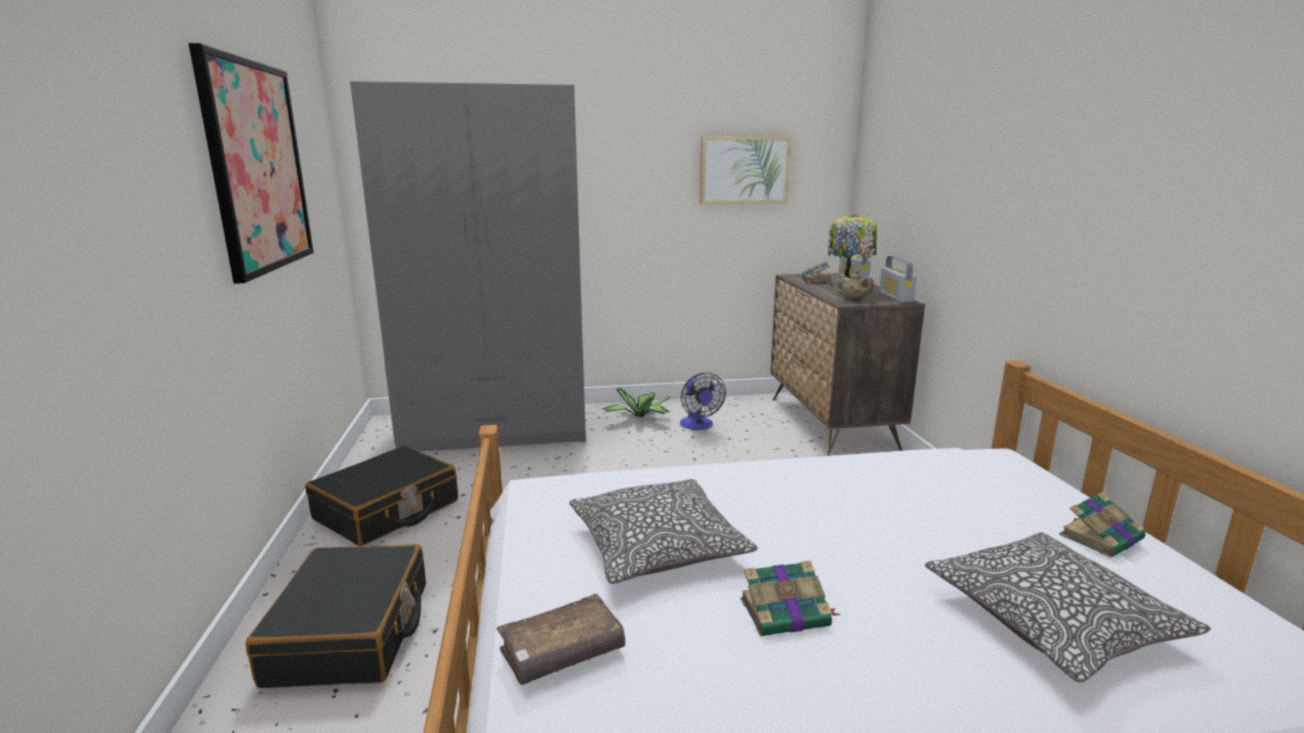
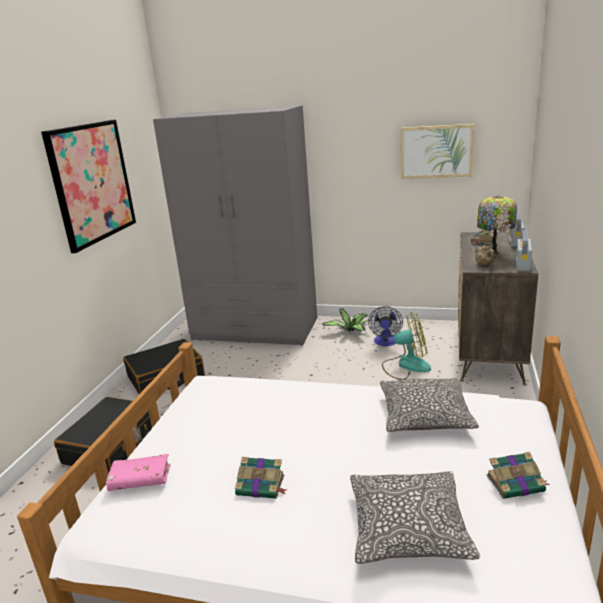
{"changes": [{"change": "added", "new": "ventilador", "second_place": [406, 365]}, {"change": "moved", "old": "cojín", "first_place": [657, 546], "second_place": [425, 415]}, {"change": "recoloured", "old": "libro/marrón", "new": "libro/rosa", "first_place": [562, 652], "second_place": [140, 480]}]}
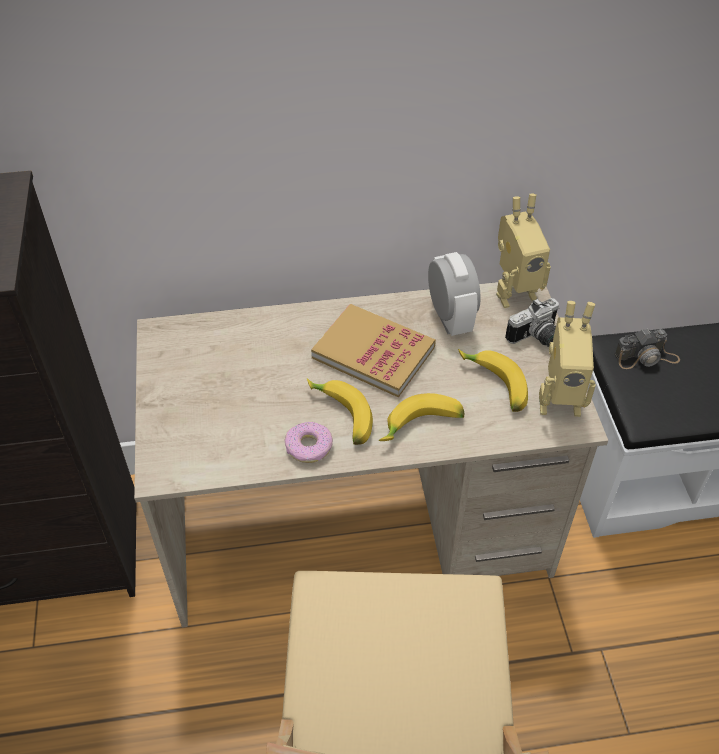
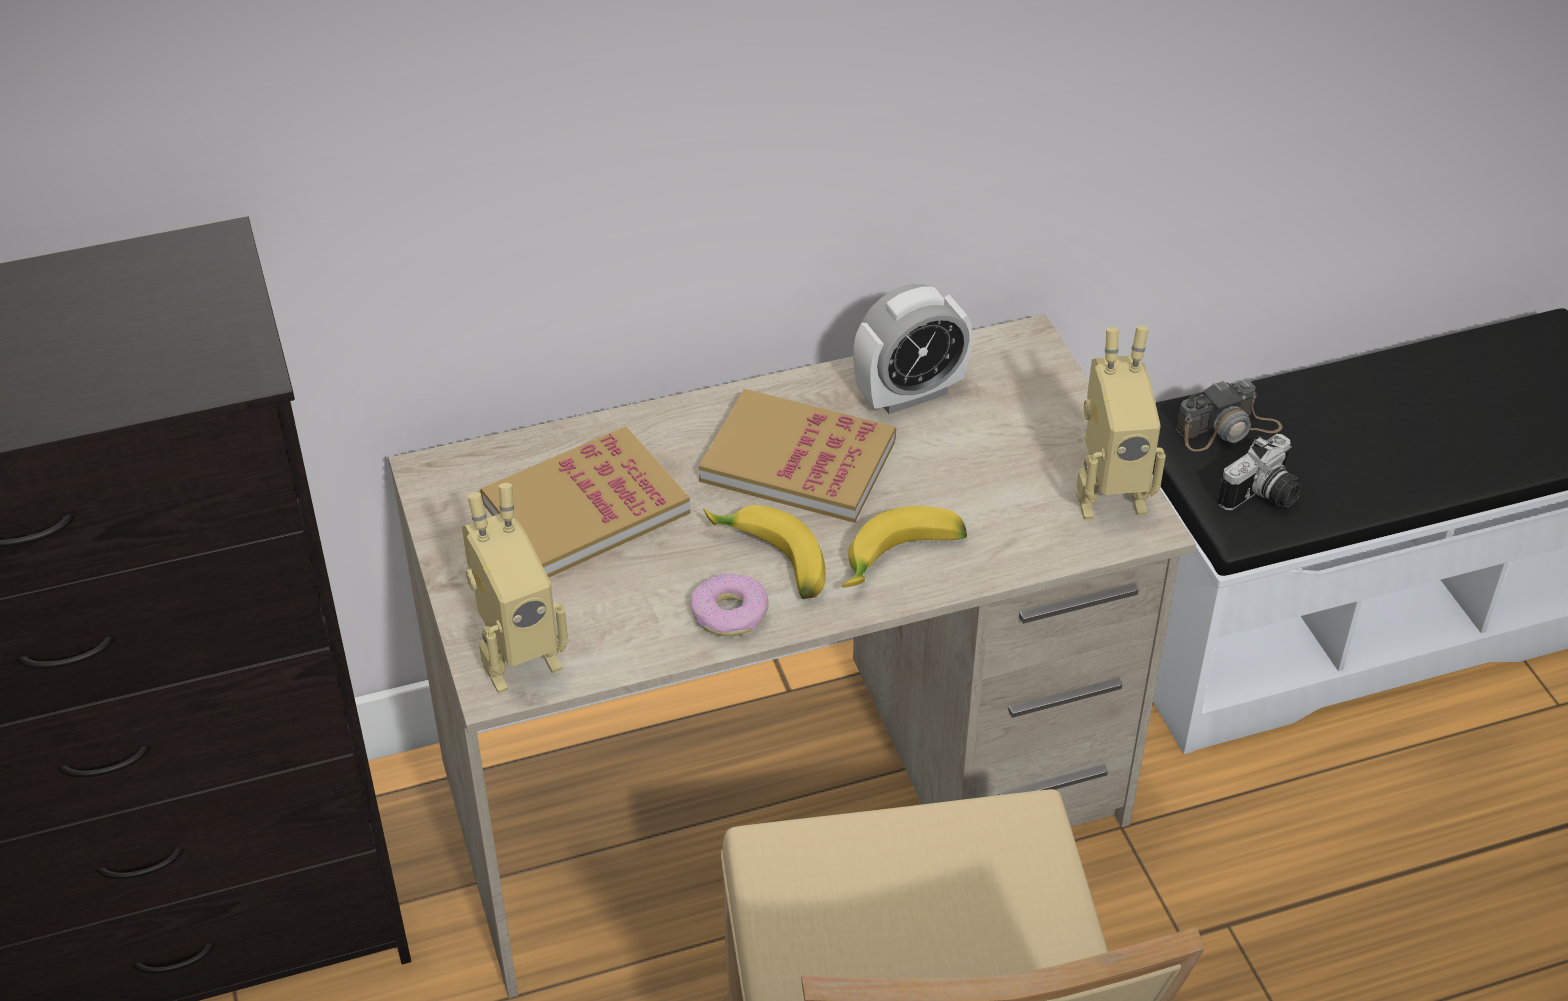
{"changes": [{"change": "removed", "old": "plátano", "first_place": [493, 386]}, {"change": "added", "new": "libro", "second_place": [585, 508]}, {"change": "moved", "old": "robot de juguete", "first_place": [513, 292], "second_place": [517, 658]}, {"change": "moved", "old": "cámara", "first_place": [536, 338], "second_place": [1263, 497]}, {"change": "turned", "old": "despertador", "first_place": [450, 318], "second_place": [910, 394], "degrees": 90}]}
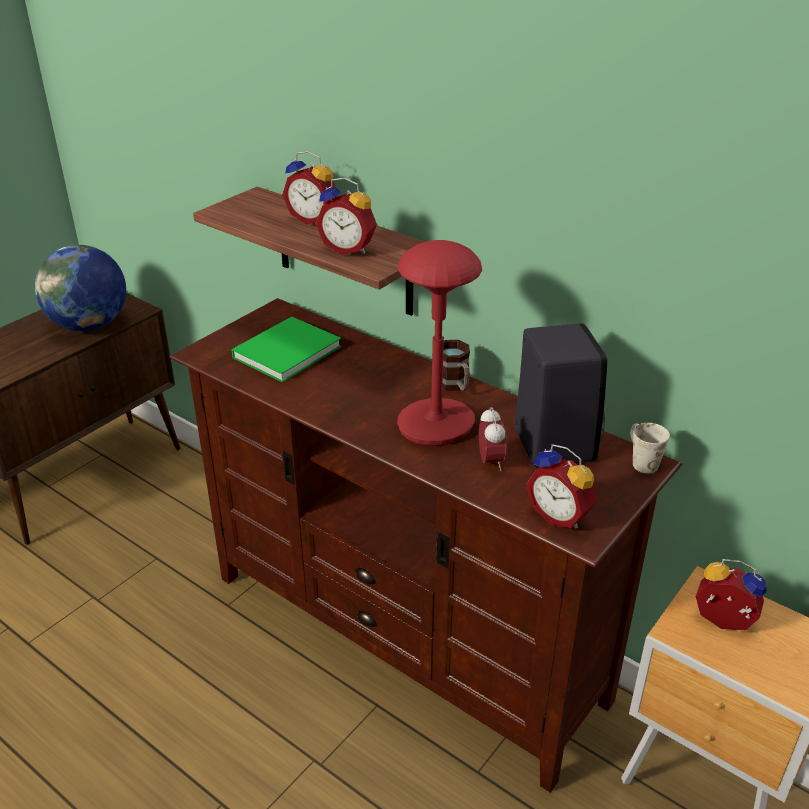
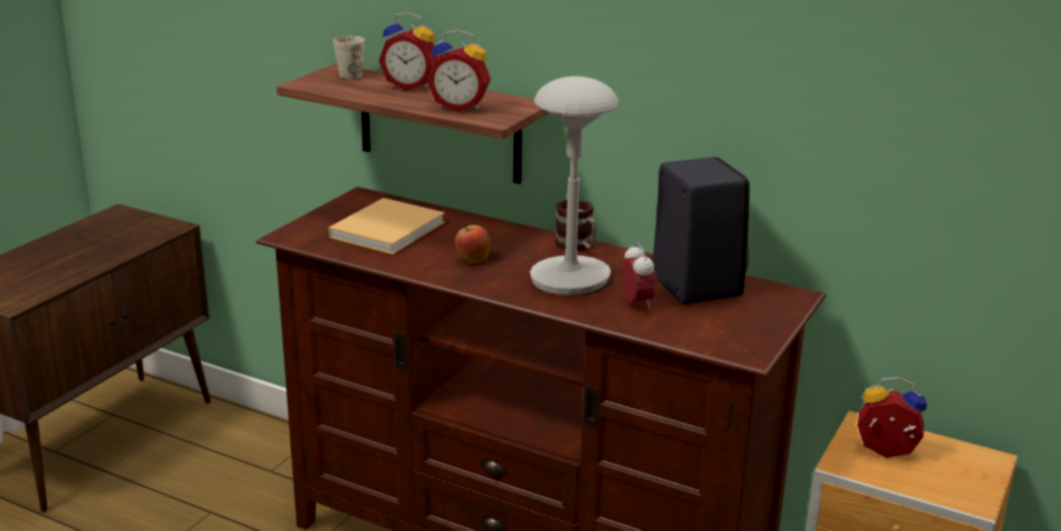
{"changes": [{"change": "removed", "old": "globo terráqueo", "first_place": [89, 325]}, {"change": "removed", "old": "despertador", "first_place": [560, 515]}, {"change": "added", "new": "manzana", "second_place": [472, 260]}, {"change": "moved", "old": "taza grande/blanco", "first_place": [640, 460], "second_place": [347, 74]}, {"change": "recoloured", "old": "libro/verde", "new": "libro/beis", "first_place": [289, 351], "second_place": [389, 229]}, {"change": "recoloured", "old": "lámpara de mesa/rojo", "new": "lámpara de mesa/gris", "first_place": [436, 425], "second_place": [570, 279]}]}
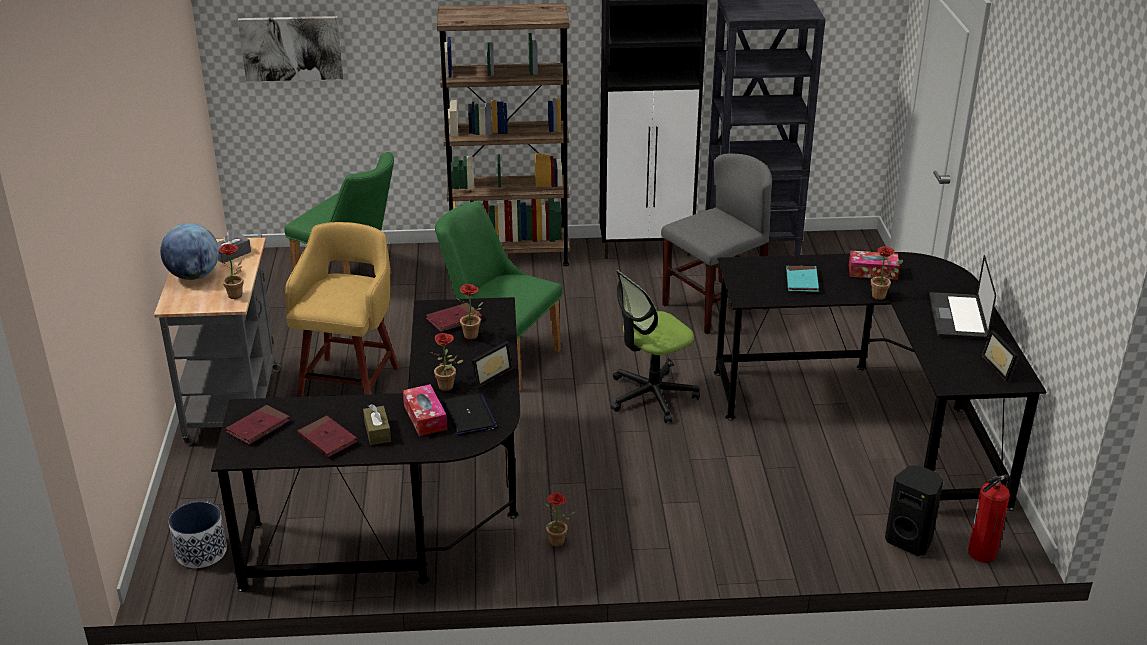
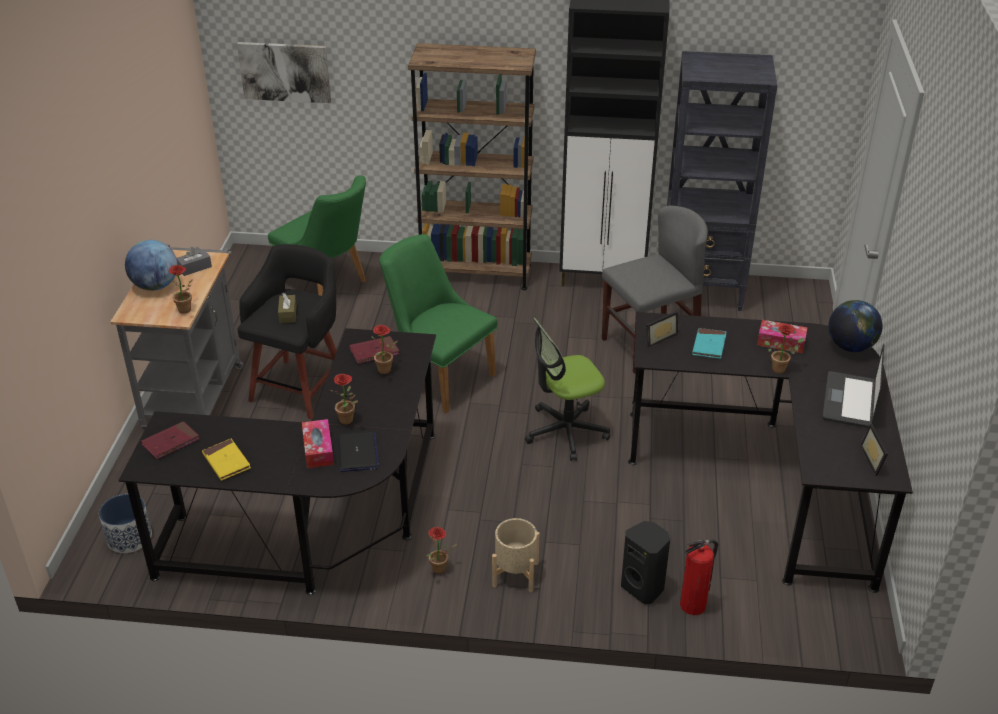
{"changes": [{"change": "added", "new": "maceta/beis", "second_place": [515, 574]}, {"change": "added", "new": "globo terráqueo", "second_place": [850, 347]}, {"change": "moved", "old": "caja de pañuelos/marrón", "first_place": [377, 432], "second_place": [288, 314]}, {"change": "moved", "old": "portarretratos", "first_place": [489, 374], "second_place": [658, 337]}, {"change": "moved", "old": "altavoz/negro", "first_place": [910, 541], "second_place": [643, 587]}, {"change": "moved", "old": "extintor", "first_place": [982, 553], "second_place": [693, 604]}, {"change": "recoloured", "old": "taburete/amarillo", "new": "taburete/negro", "first_place": [350, 382], "second_place": [300, 387]}, {"change": "recoloured", "old": "libro/rojo", "new": "libro/amarillo", "first_place": [327, 439], "second_place": [226, 462]}]}
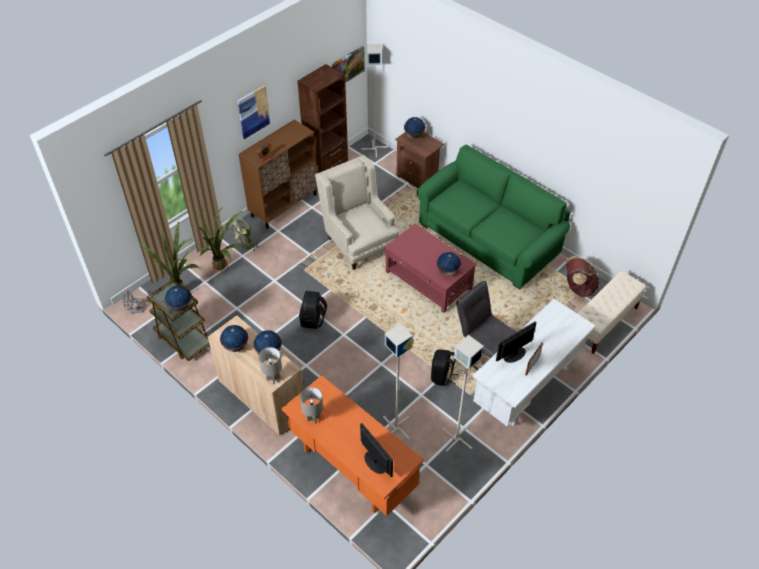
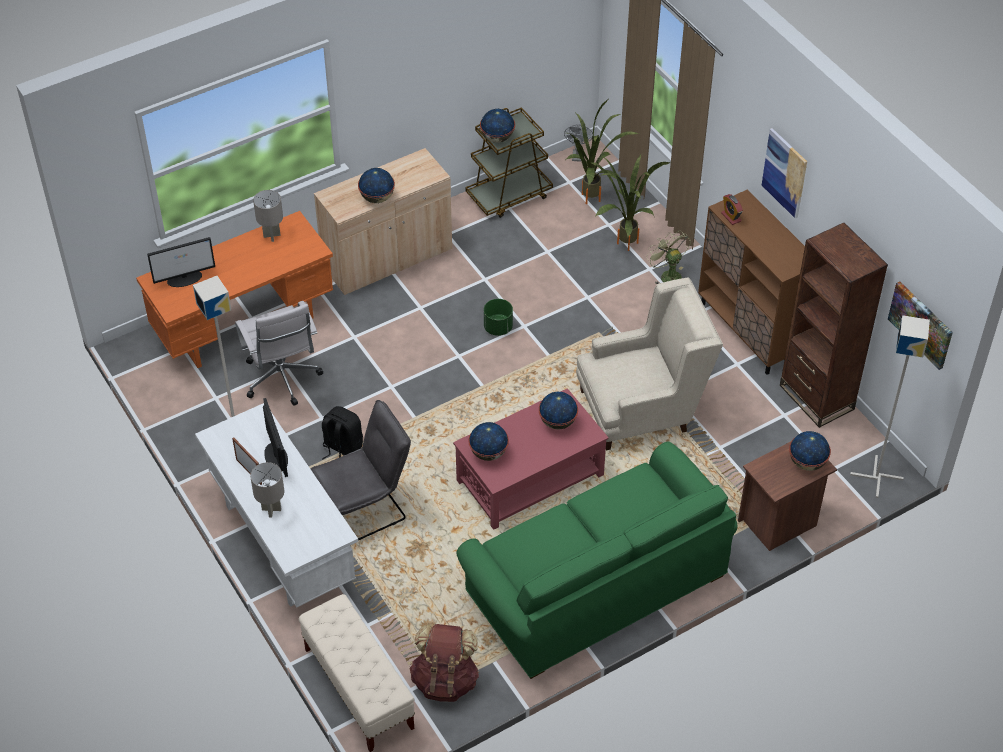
{"changes": [{"change": "moved", "old": "globo terráqueo", "first_place": [235, 346], "second_place": [558, 422]}, {"change": "moved", "old": "lámpara de mesa/gris", "first_place": [273, 379], "second_place": [271, 509]}, {"change": "replaced", "old": "mochila/negro", "new": "maceta/verde", "first_place": [313, 319], "second_place": [498, 328]}, {"change": "replaced", "old": "lámpara de pie/gris", "new": "silla de oficina/blanco", "first_place": [396, 427], "second_place": [282, 380]}]}
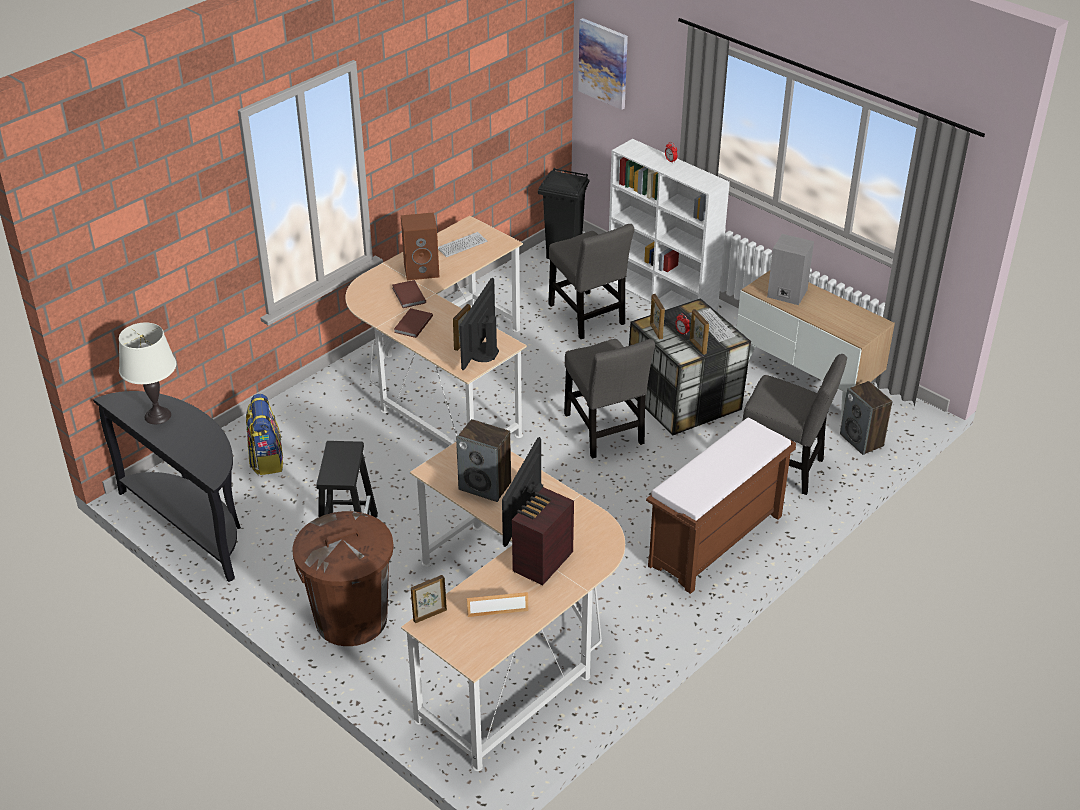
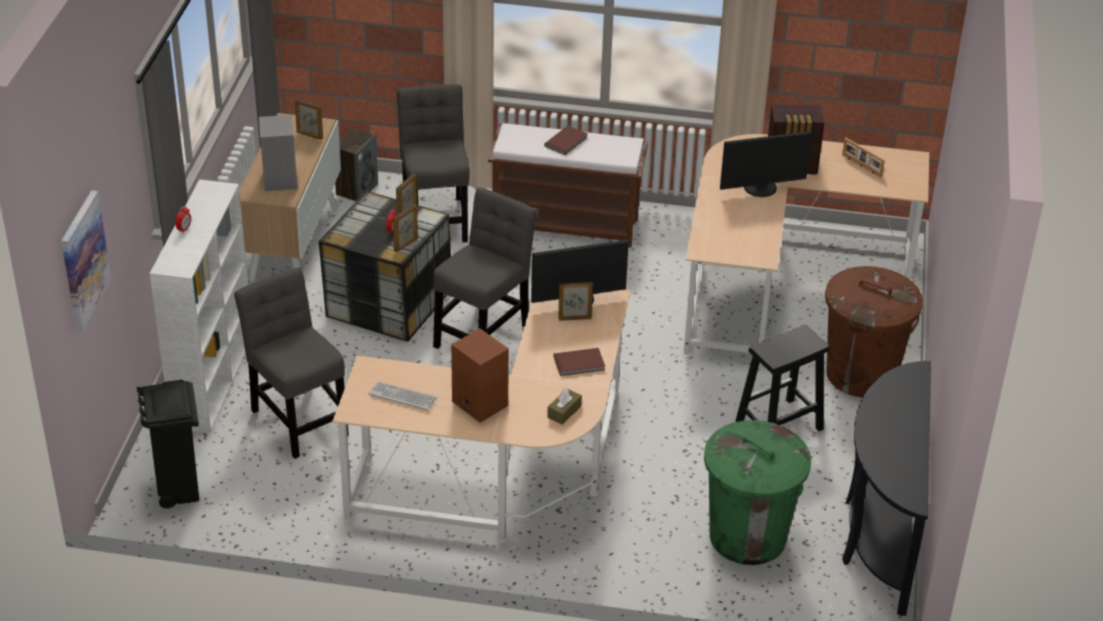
{"changes": [{"change": "removed", "old": "lámpara de mesa/blanco", "first_place": [158, 416]}, {"change": "removed", "old": "altavoz", "first_place": [485, 486]}, {"change": "removed", "old": "teclado", "first_place": [714, 326]}, {"change": "added", "new": "caja de pañuelos/marrón", "second_place": [564, 412]}, {"change": "moved", "old": "libro/marrón", "first_place": [408, 296], "second_place": [567, 142]}, {"change": "moved", "old": "portarretratos", "first_place": [429, 615], "second_place": [309, 135]}, {"change": "replaced", "old": "mochila", "new": "papelera/verde", "first_place": [266, 459], "second_place": [748, 537]}, {"change": "turned", "old": "silla/gris", "first_place": [588, 317], "second_place": [298, 419], "degrees": -60}]}
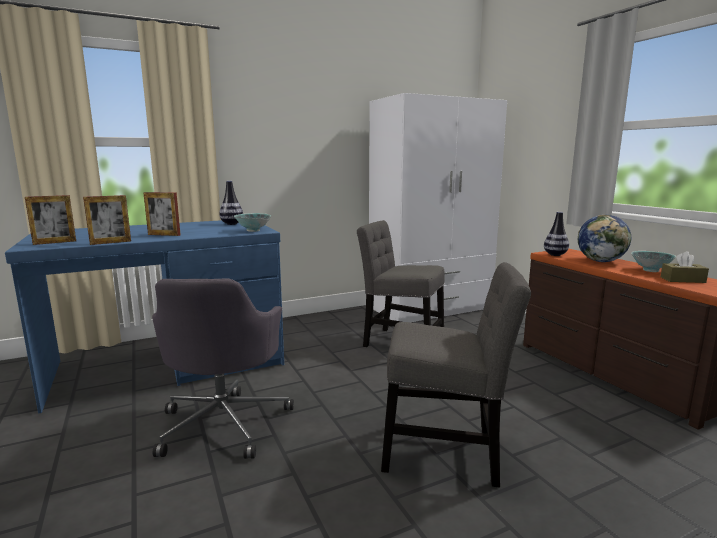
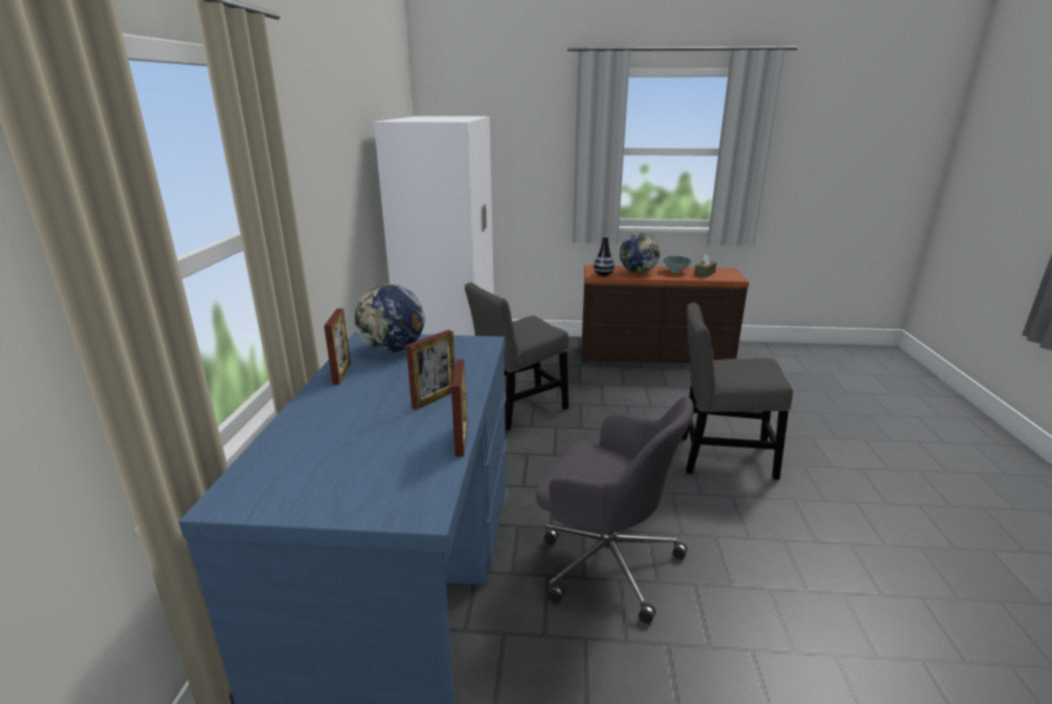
{"changes": [{"change": "removed", "old": "cuenco", "first_place": [253, 230]}, {"change": "moved", "old": "portarretratos", "first_place": [55, 242], "second_place": [342, 373]}, {"change": "replaced", "old": "florero", "new": "globo terráqueo", "first_place": [231, 224], "second_place": [393, 349]}, {"change": "turned", "old": "silla/gris", "first_place": [446, 453], "second_place": [720, 457], "degrees": -120}]}
